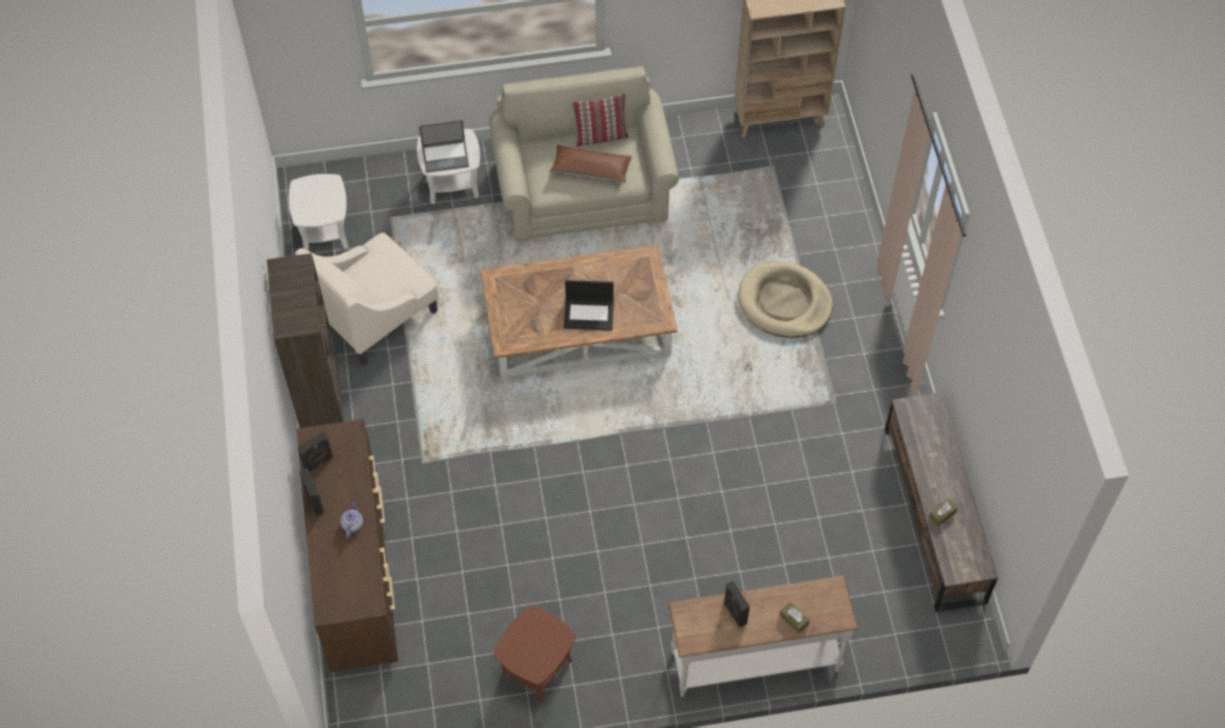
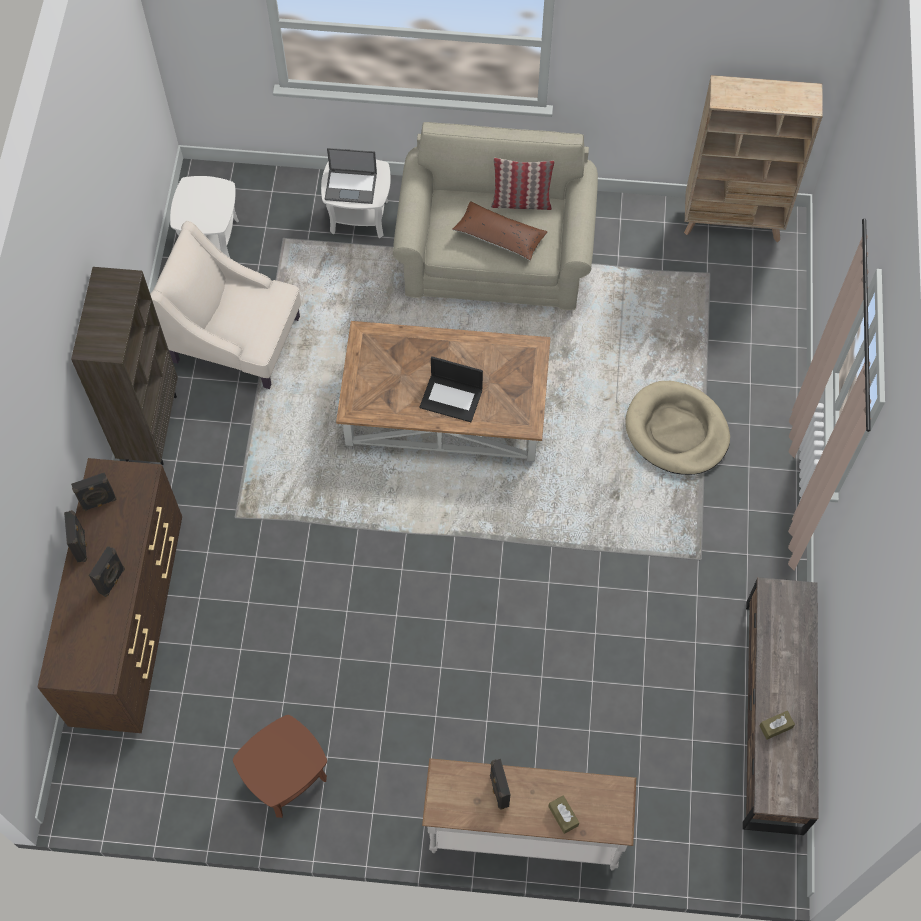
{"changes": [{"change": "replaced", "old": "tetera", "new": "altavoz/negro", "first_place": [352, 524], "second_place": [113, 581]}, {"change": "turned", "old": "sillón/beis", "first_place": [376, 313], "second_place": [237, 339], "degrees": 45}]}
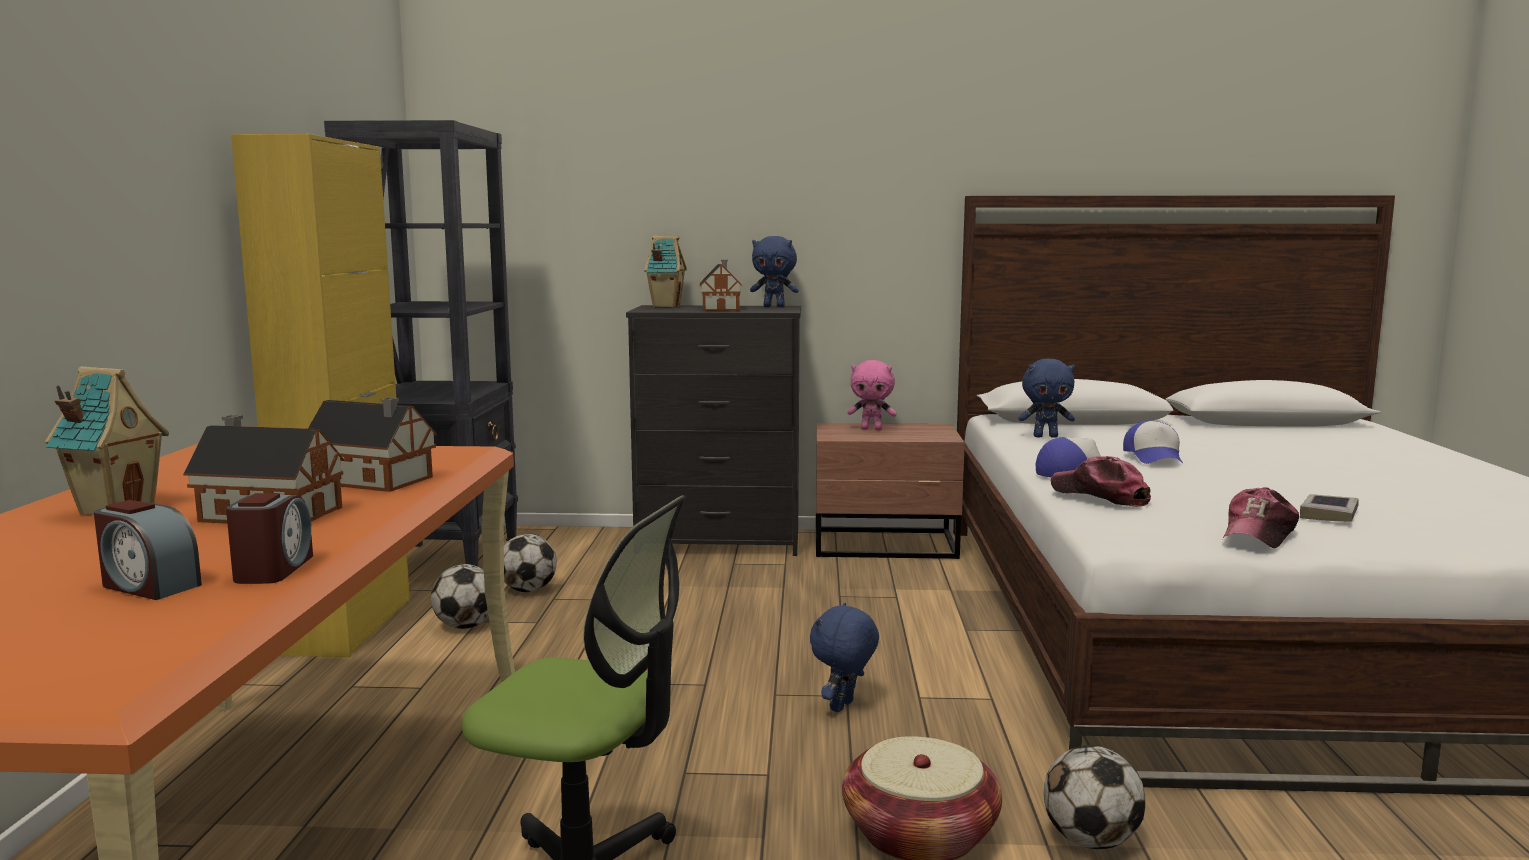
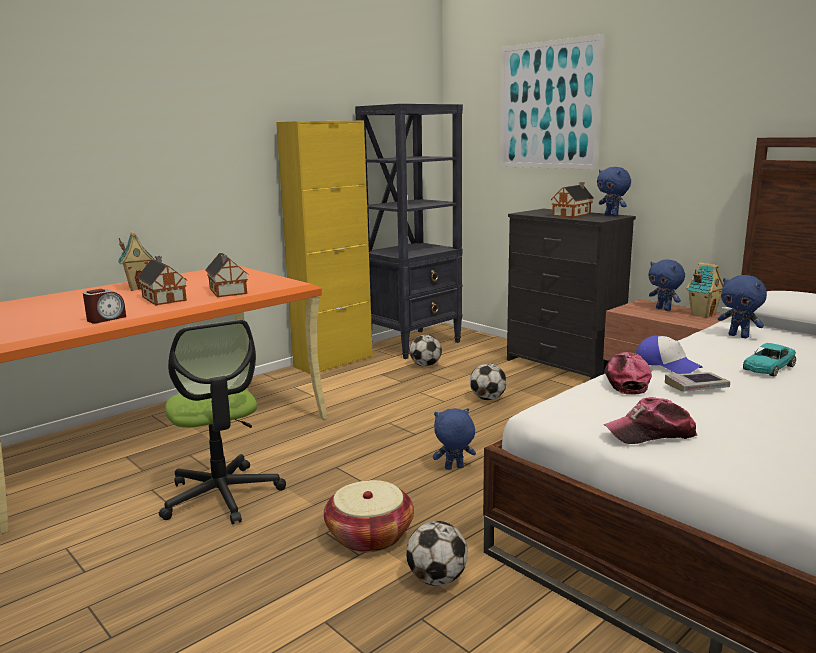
{"changes": [{"change": "removed", "old": "despertador", "first_place": [149, 586]}, {"change": "added", "new": "cuadro", "second_place": [548, 106]}, {"change": "moved", "old": "balón de fútbol", "first_place": [465, 626], "second_place": [487, 398]}, {"change": "moved", "old": "casita", "first_place": [665, 306], "second_place": [702, 314]}, {"change": "moved", "old": "libro", "first_place": [1329, 514], "second_place": [696, 386]}, {"change": "replaced", "old": "gorra", "new": "coche de juguete/turquesa", "first_place": [1154, 457], "second_place": [769, 368]}, {"change": "recoloured", "old": "peluche/rosa", "new": "peluche/azul", "first_place": [872, 429], "second_place": [664, 309]}]}
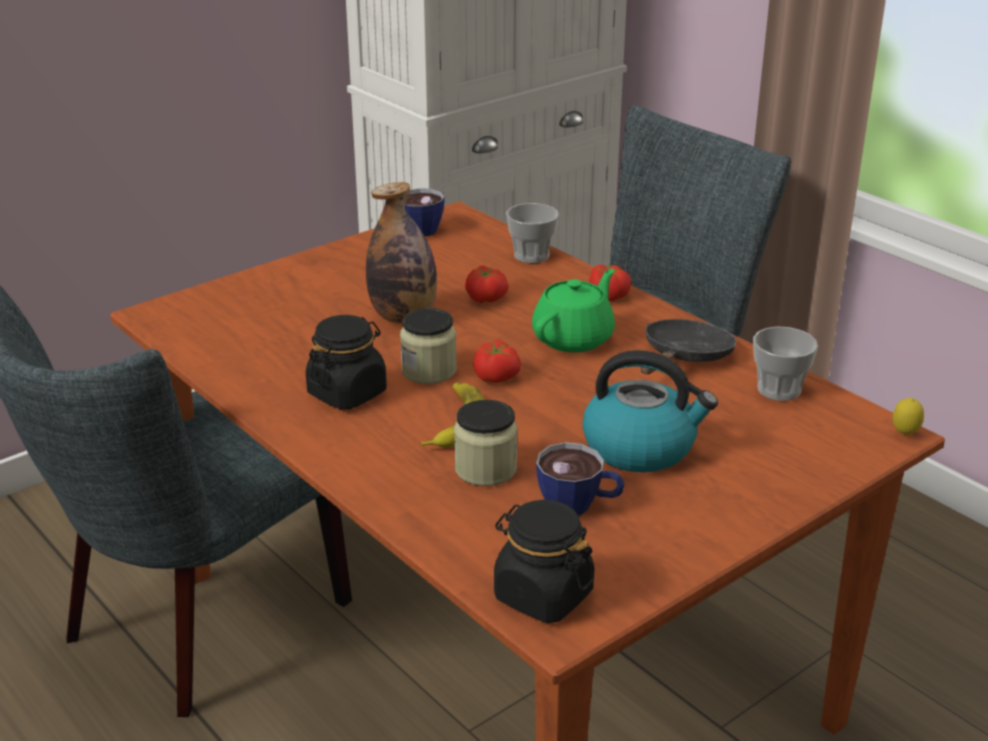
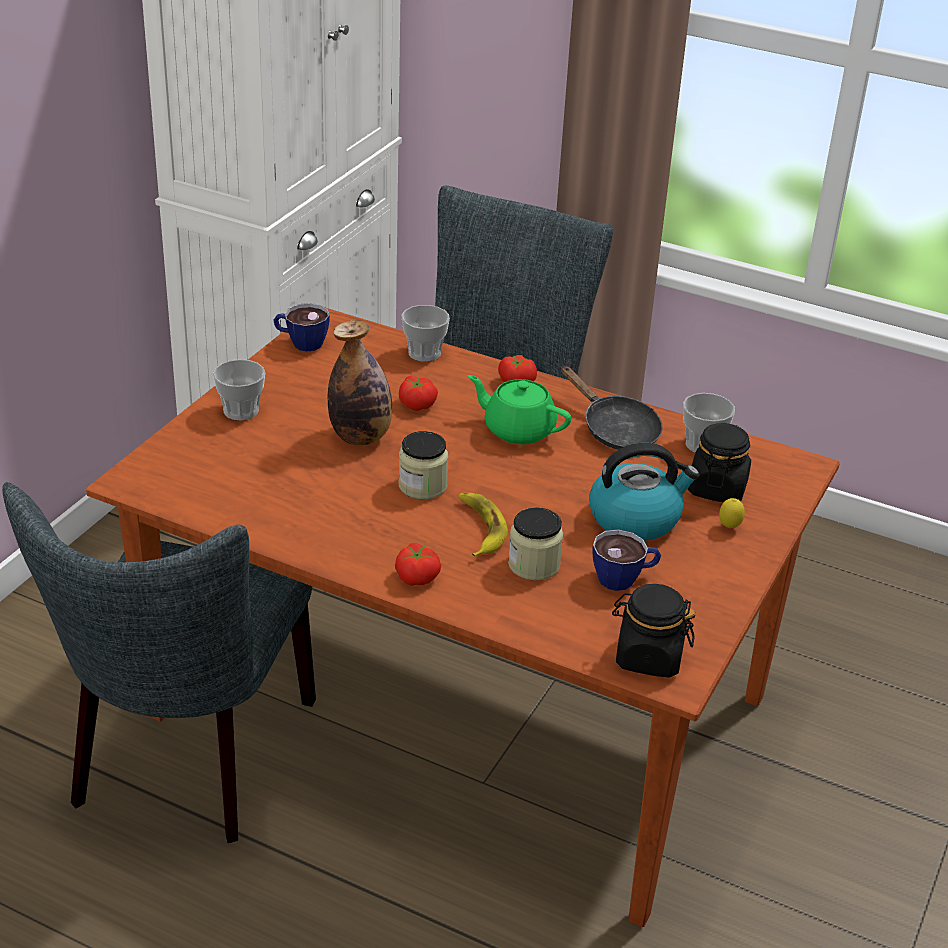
{"changes": [{"change": "added", "new": "taza", "second_place": [241, 411]}, {"change": "moved", "old": "tarro/negro", "first_place": [347, 393], "second_place": [717, 488]}, {"change": "moved", "old": "tomate", "first_place": [497, 376], "second_place": [417, 577]}, {"change": "moved", "old": "limón", "first_place": [904, 434], "second_place": [729, 527]}, {"change": "turned", "old": "tetera/verde", "first_place": [574, 338], "second_place": [518, 430], "degrees": -75}, {"change": "turned", "old": "sartén/negro", "first_place": [684, 357], "second_place": [615, 430], "degrees": 135}]}
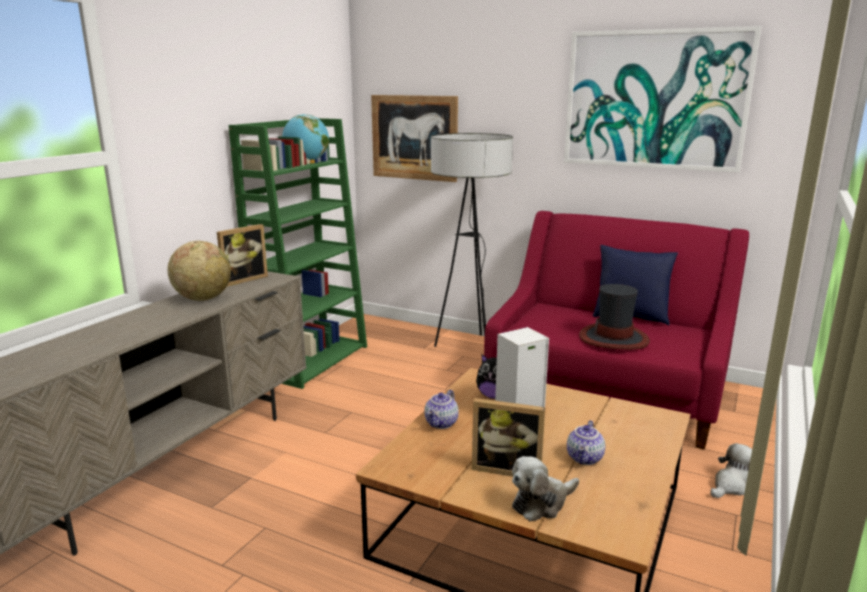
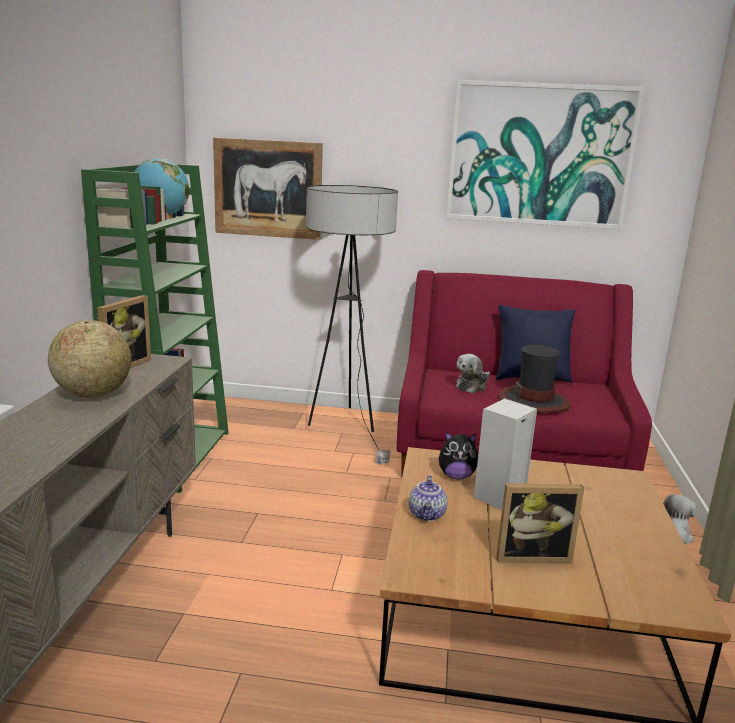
{"changes": [{"change": "removed", "old": "tetera", "first_place": [585, 458]}, {"change": "moved", "old": "peluche", "first_place": [541, 503], "second_place": [472, 386]}]}
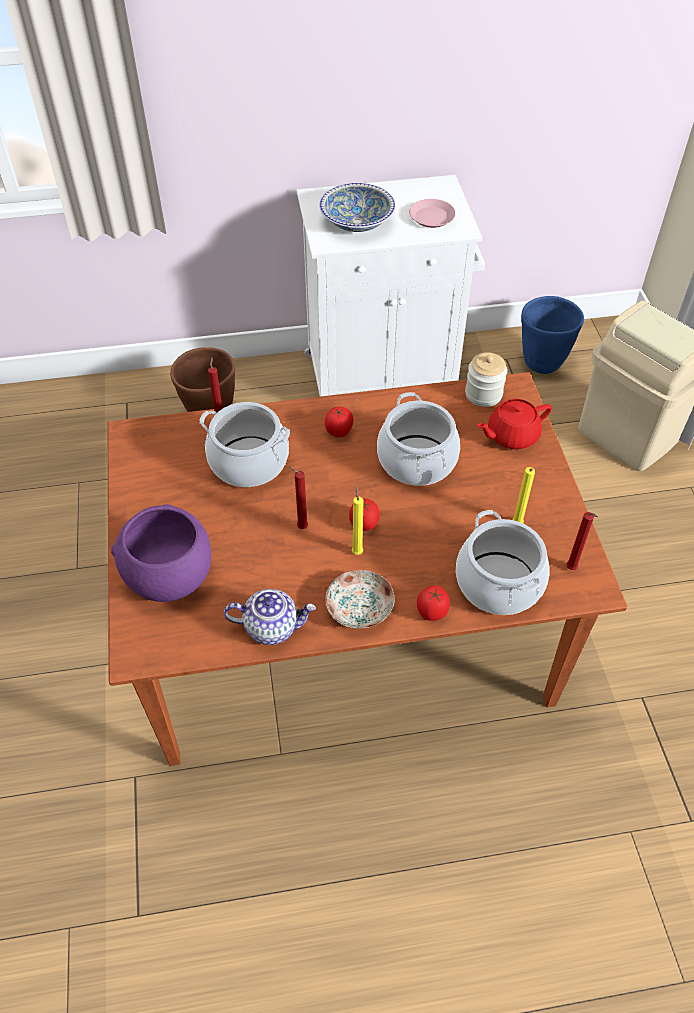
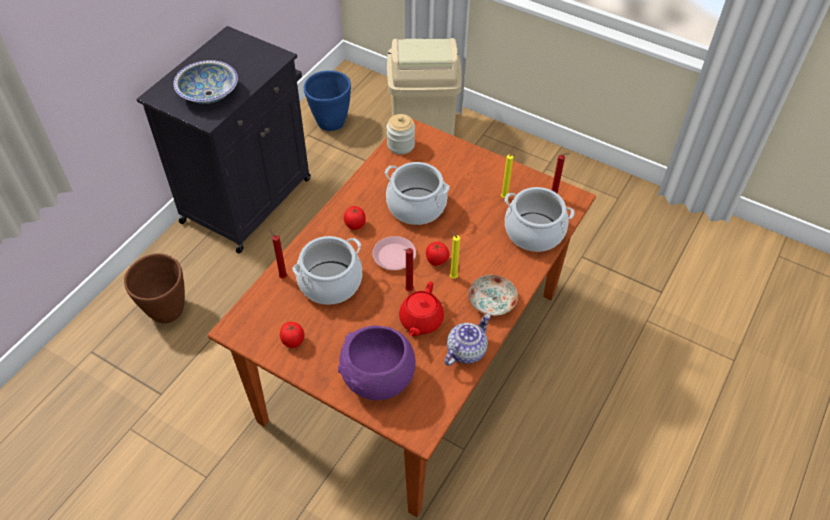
{"changes": [{"change": "moved", "old": "plato/rosa", "first_place": [432, 217], "second_place": [394, 256]}, {"change": "moved", "old": "tomate", "first_place": [432, 612], "second_place": [293, 341]}, {"change": "moved", "old": "tetera/rojo", "first_place": [511, 435], "second_place": [420, 321]}, {"change": "recoloured", "old": "armario/blanco", "new": "armario/negro", "first_place": [384, 376], "second_place": [248, 198]}]}
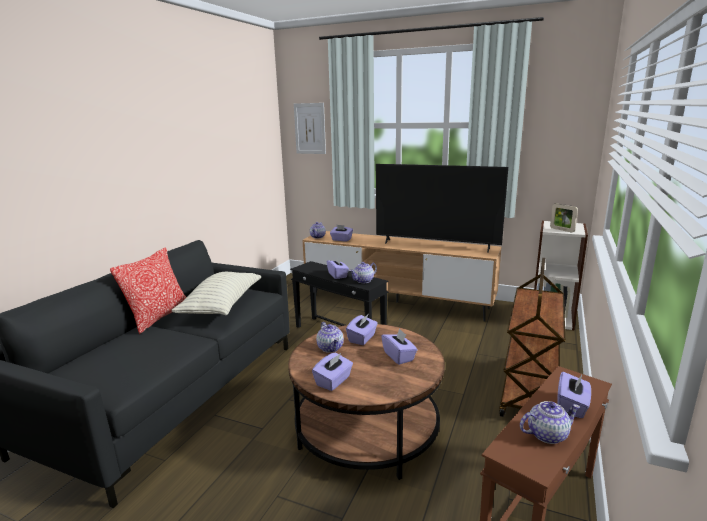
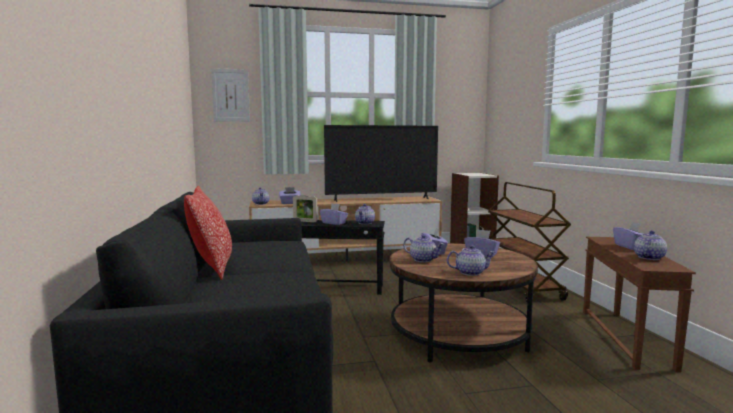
{"changes": [{"change": "removed", "old": "cojín", "first_place": [222, 305]}, {"change": "moved", "old": "portarretratos", "first_place": [562, 230], "second_place": [305, 221]}, {"change": "replaced", "old": "caja de pañuelos/morado", "new": "tetera", "first_place": [333, 381], "second_place": [470, 272]}]}
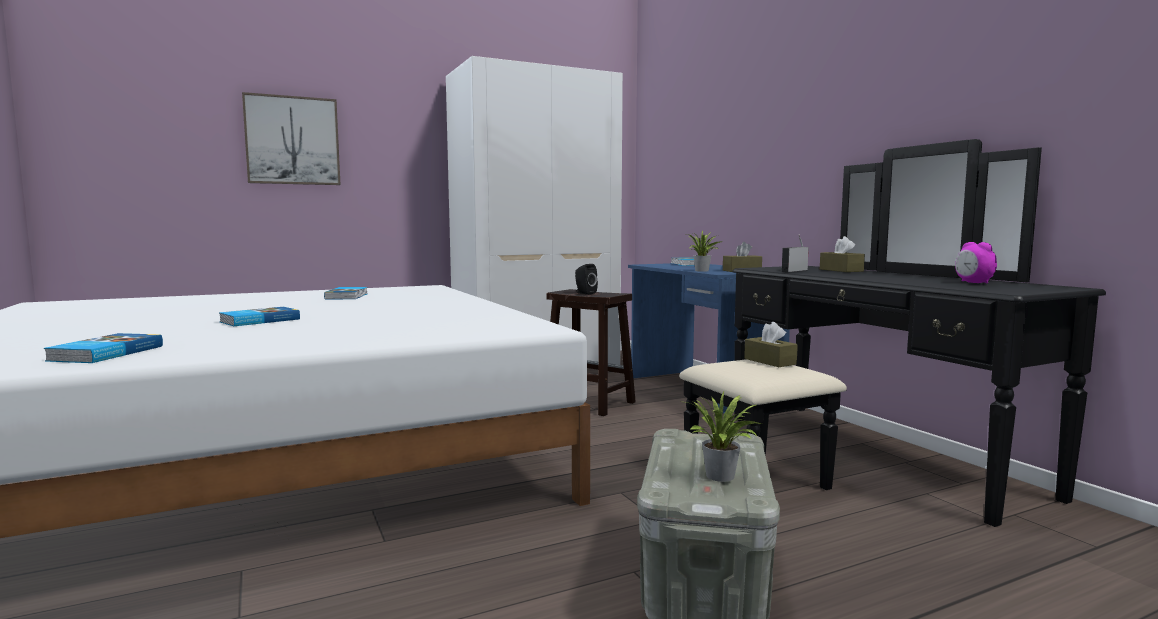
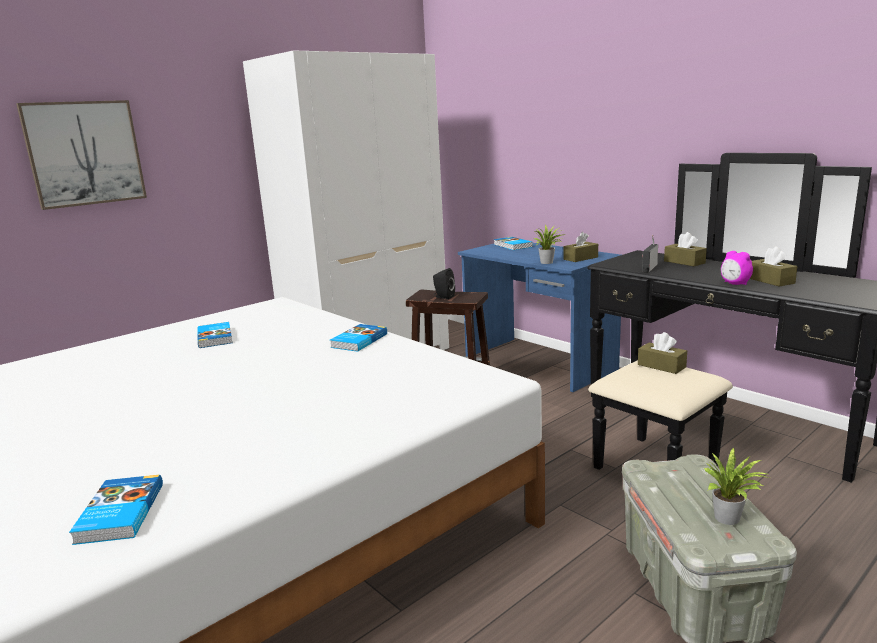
{"changes": [{"change": "added", "new": "caja de pañuelos/marrón", "second_place": [770, 280]}, {"change": "moved", "old": "libro", "first_place": [259, 320], "second_place": [358, 341]}, {"change": "moved", "old": "despertador", "first_place": [973, 283], "second_place": [735, 284]}]}
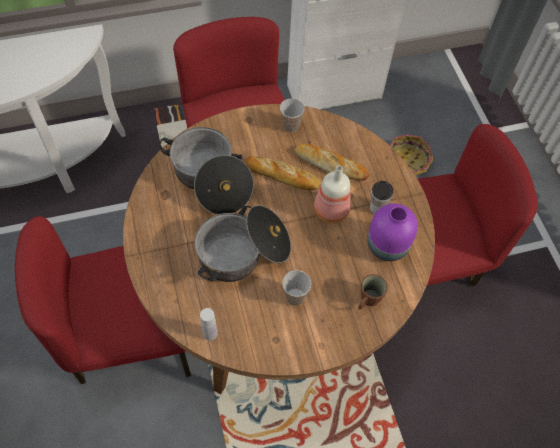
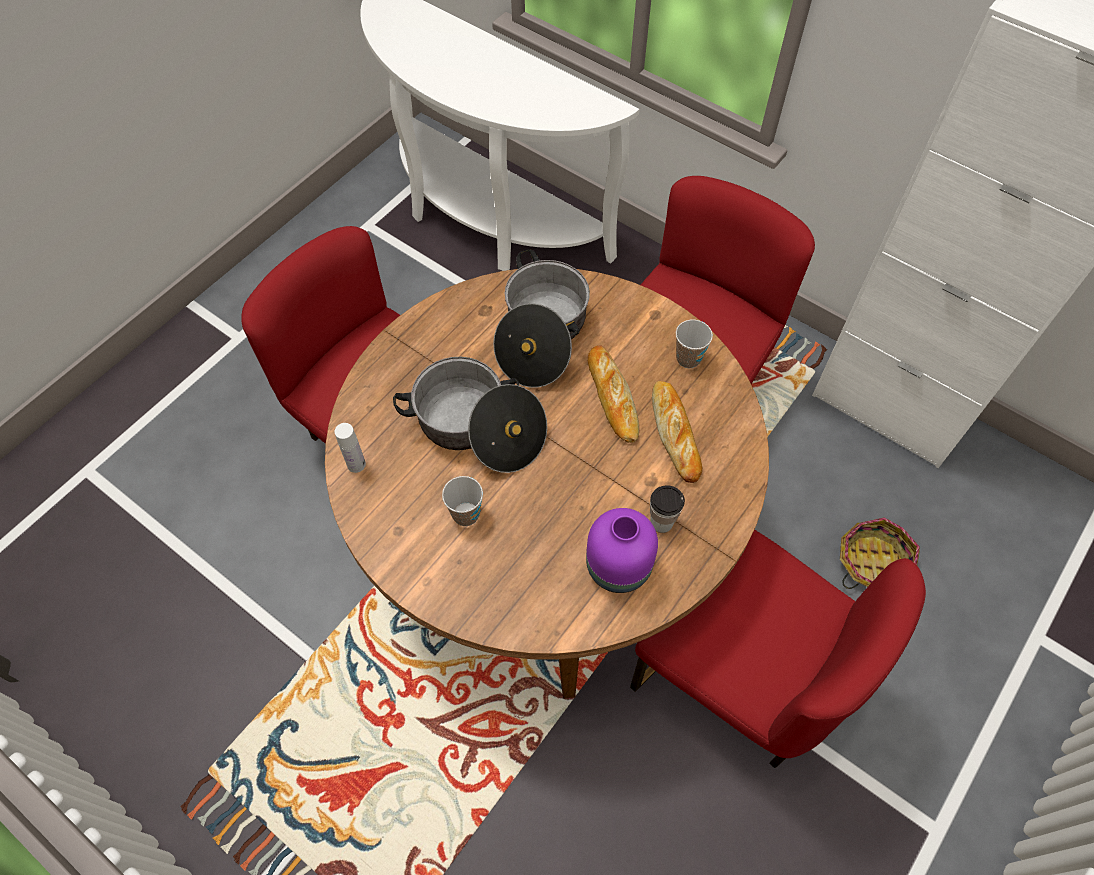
{"changes": [{"change": "removed", "old": "botella", "first_place": [330, 209]}, {"change": "removed", "old": "taza grande/marrón", "first_place": [367, 301]}]}
